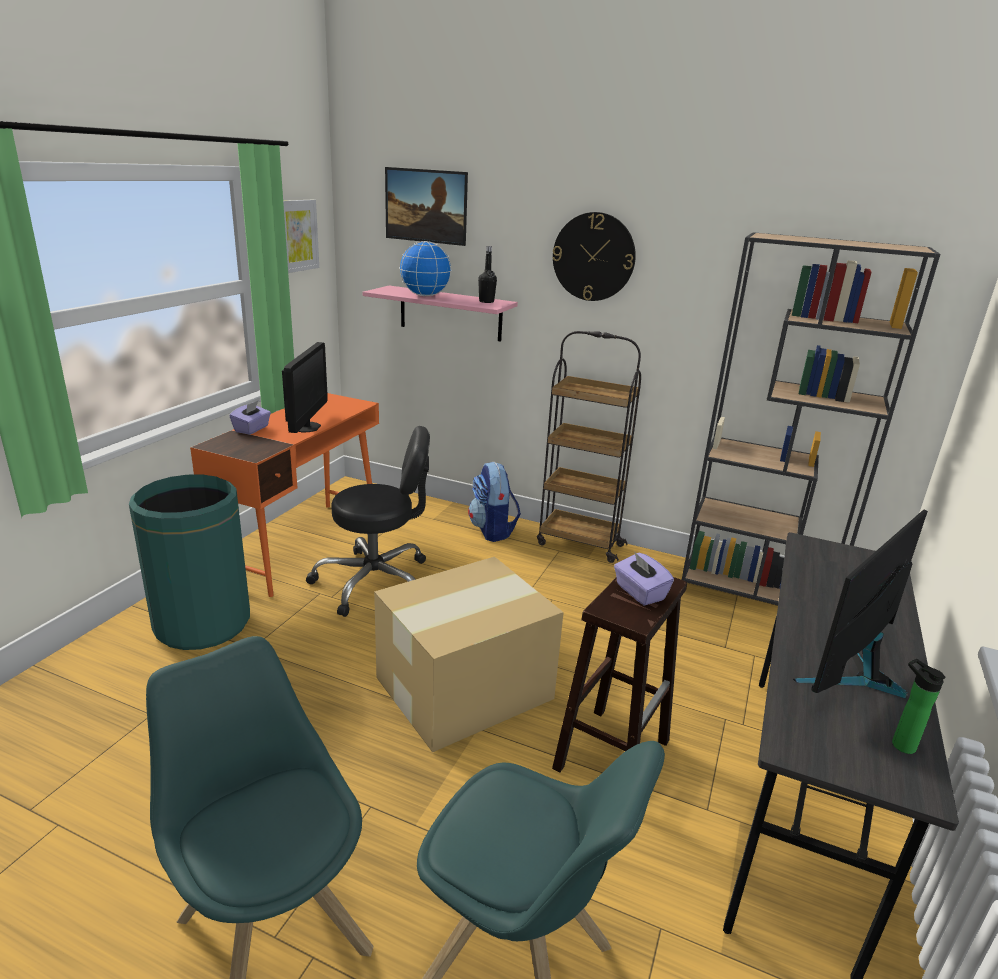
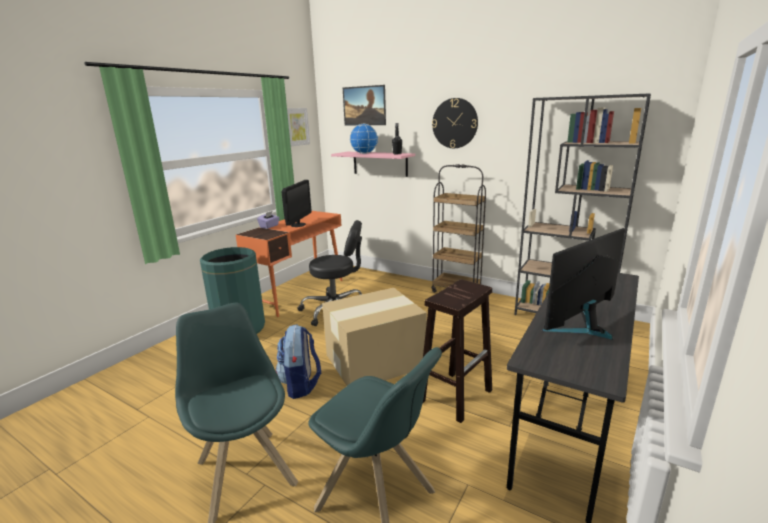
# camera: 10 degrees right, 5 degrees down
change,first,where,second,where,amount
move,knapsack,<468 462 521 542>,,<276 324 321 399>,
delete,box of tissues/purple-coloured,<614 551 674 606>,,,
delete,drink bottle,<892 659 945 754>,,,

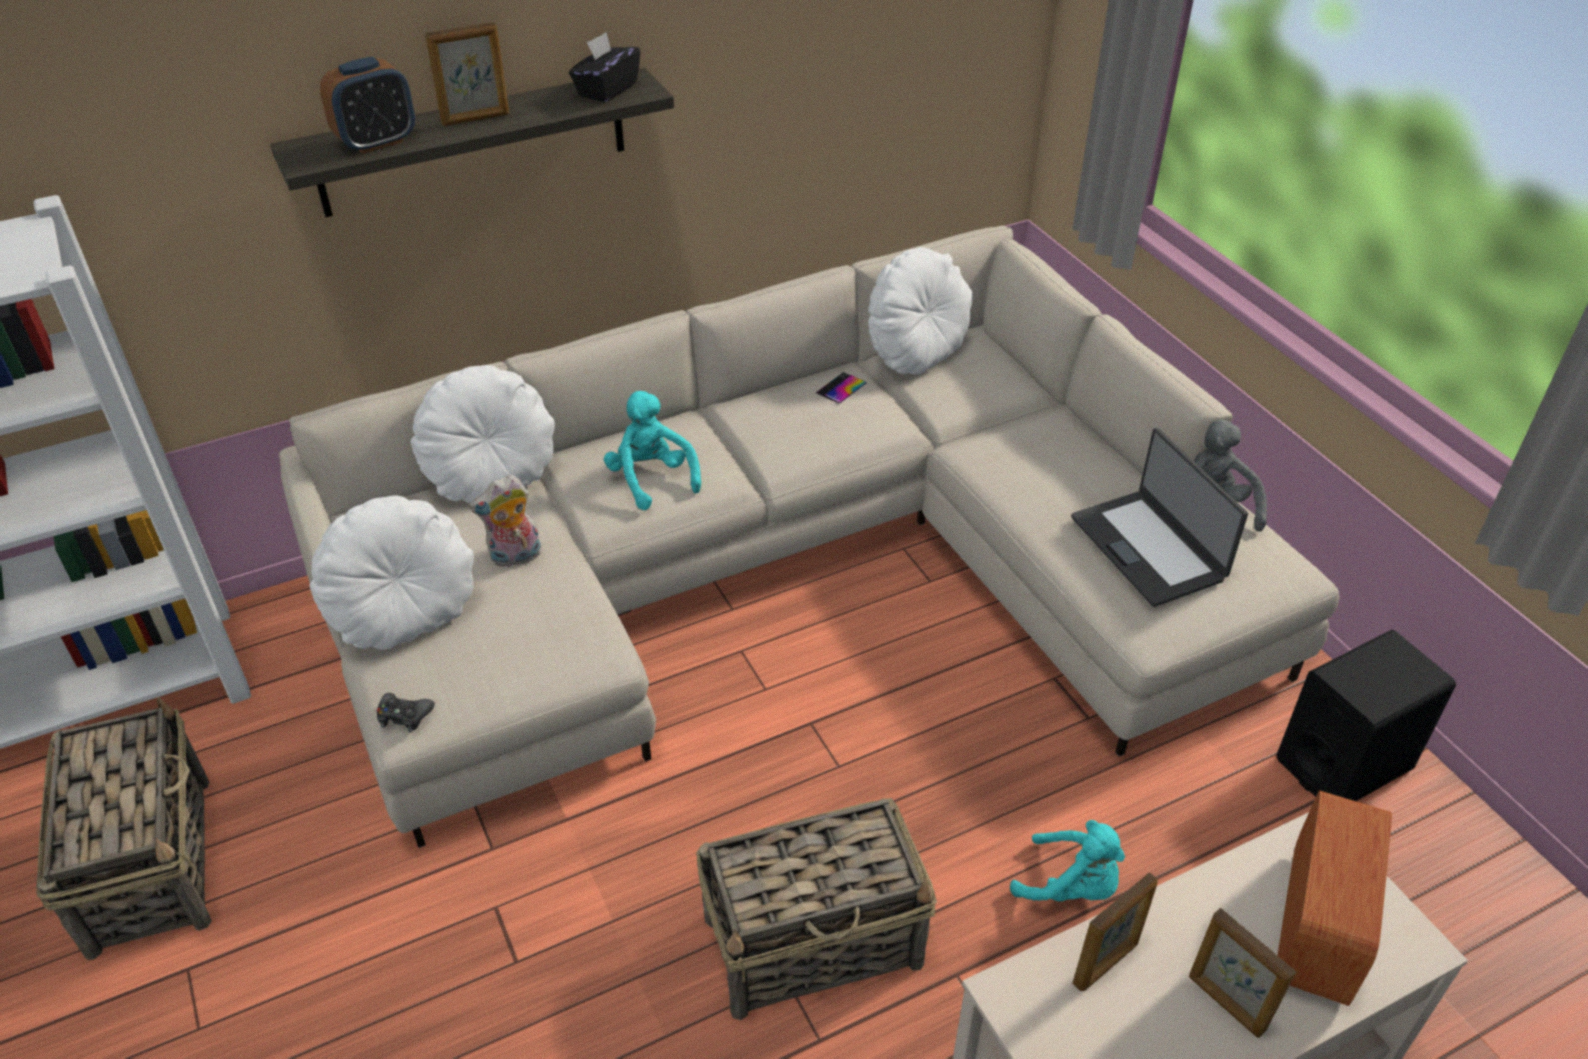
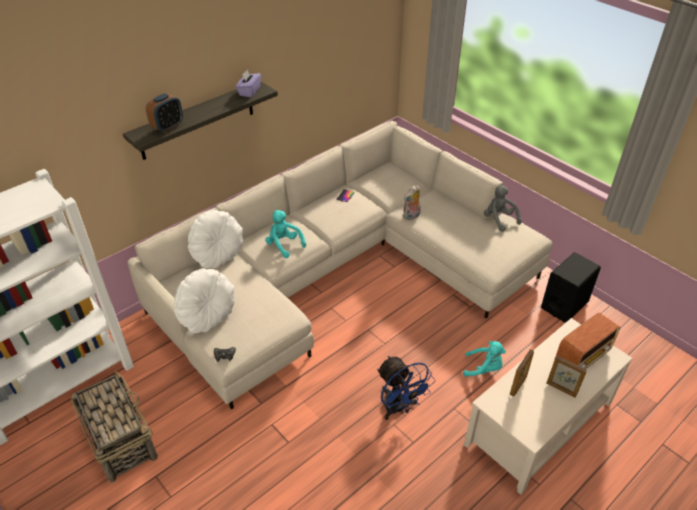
# camera: 15 degrees left, 0 degrees up
change,first,where,second,where,amount
delete,photo frame,<425 22 509 126>,,,
move,soft toy,<469 475 541 568>,,<403 185 421 220>,
recolor,box of tissues/black,<569 32 640 102>,box of tissues/purple-coloured,<236 69 261 97>,
replace,household basket,<696 798 937 1020>,electric fan/blue-coloured,<377 356 435 420>,
delete,pillow/white,<868 247 973 375>,,,
delete,portable computer,<1071 428 1248 607>,,,
rotate,radio,<1278 790 1392 1006>,,<554 312 620 369>,45 degrees clockwise

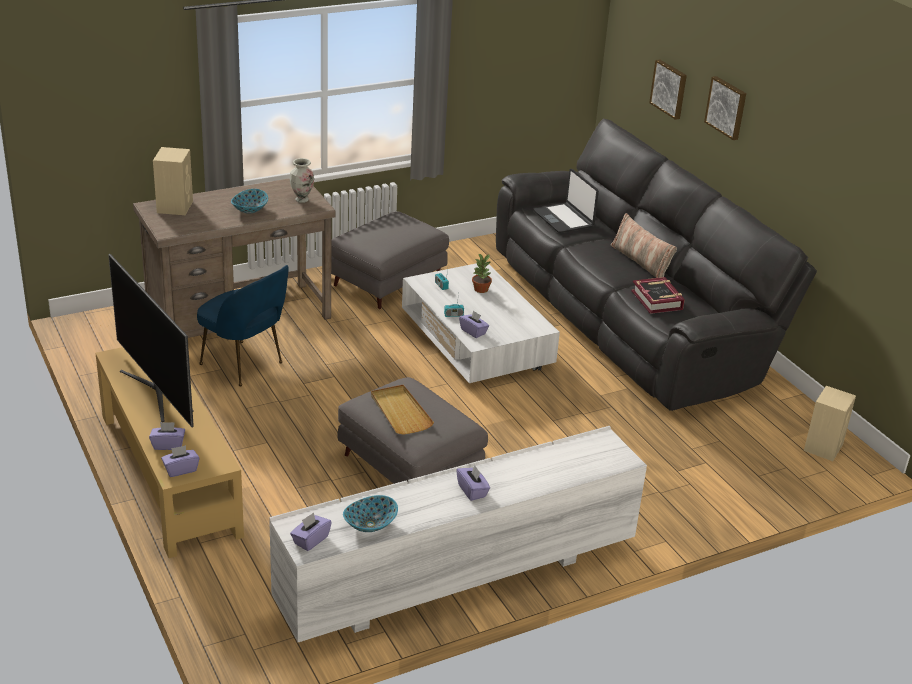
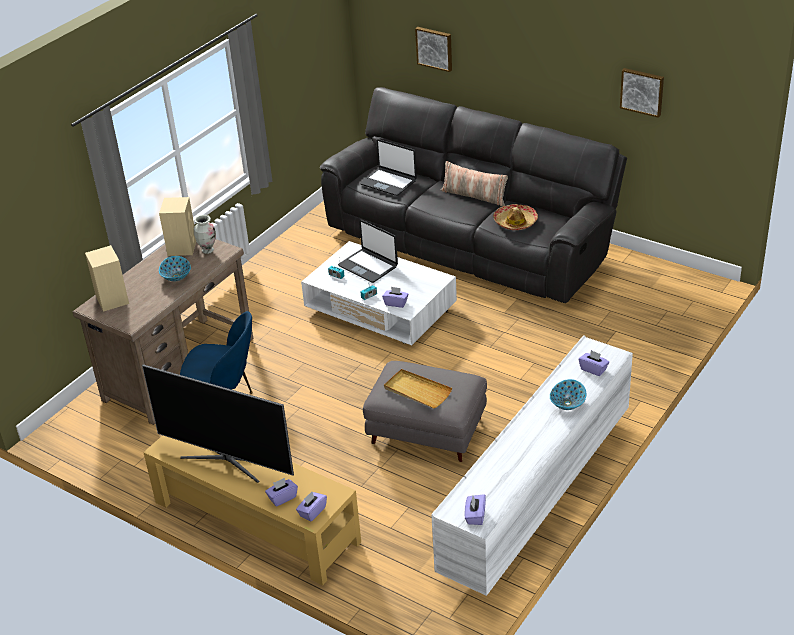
# camera: 25 degrees left, 5 degrees up
change,first,where,second,where,amount
delete,ottoman/grey,<331 211 449 309>,,,
move,deep dish,<343 495 398 532>,,<550 379 586 410>,
move,box of tissues/purple-coloured,<456 465 490 501>,,<579 350 609 376>,
replace,houseplant,<472 254 492 293>,portable computer,<338 220 398 283>,
replace,volume,<631 277 685 314>,hat,<493 204 538 230>,
move,picture,<704 76 746 140>,,<620 68 664 118>,
move,speaker/beige-coloured,<804 386 856 461>,,<159 197 196 256>,

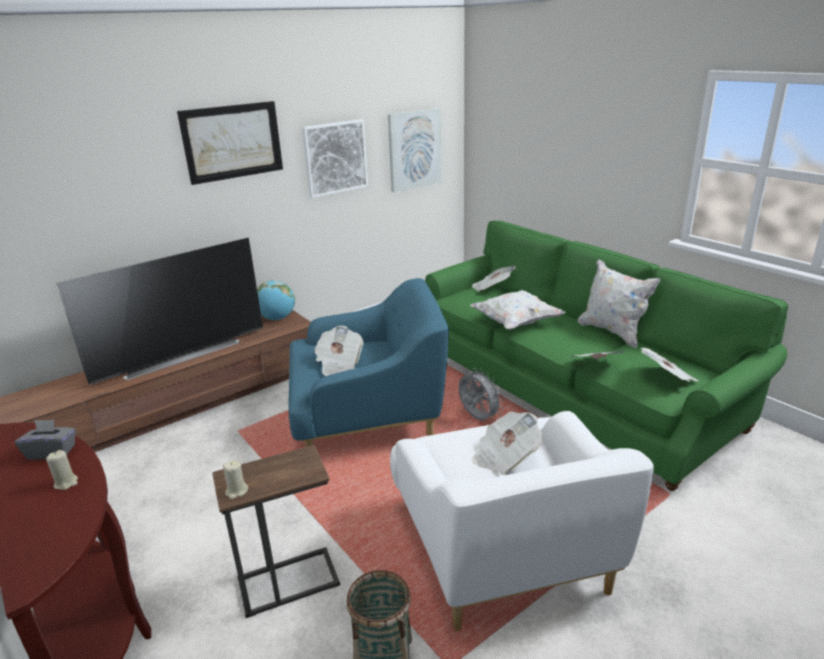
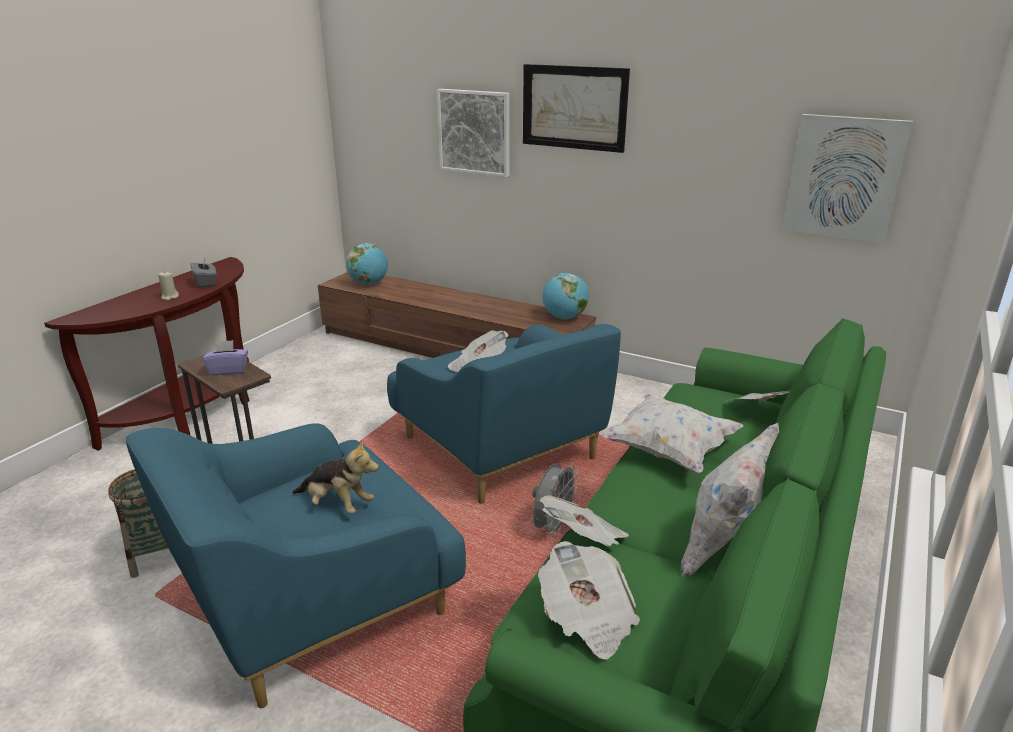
# camera: 65 degrees right, 0 degrees up
change,first,where,second,where,amount
delete,TV set,<57 238 263 385>,,,
delete,wax candle/beige-coloured,<223 460 248 499>,,,
move,picture,<302 119 368 198>,,<437 89 510 177>,
recolor,easy chair/white,<390 411 654 631>,easy chair/blue-coloured,<126 423 466 708>,
replace,daily paper,<472 412 543 475>,soft toy,<292 440 379 514>,
insert,,,box of tissues/purple-coloured,<202 340 248 376>,
insert,,,world globe,<346 243 388 285>,

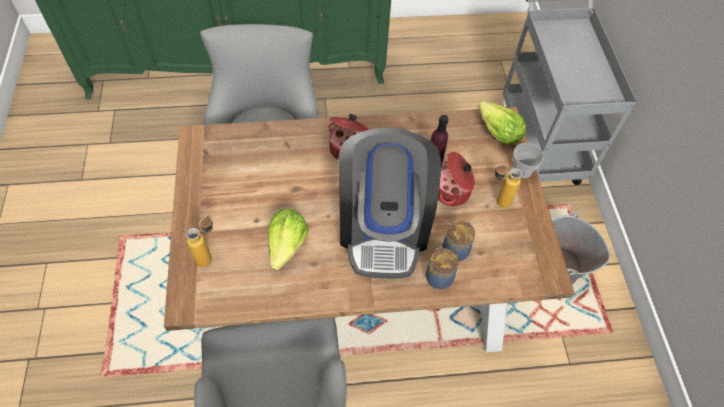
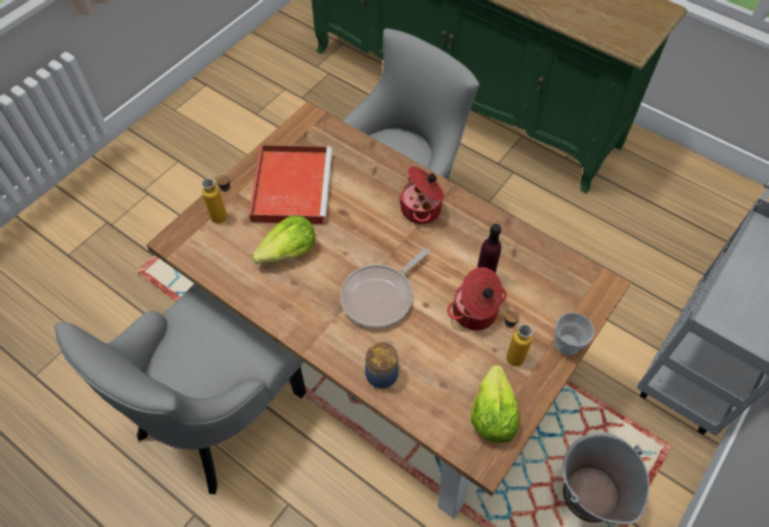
# camera: 45 degrees right, 0 degrees up
change,first,where,second,where,amount
replace,coffee machine,<338 127 441 279>,skillet,<340 248 430 328>,
delete,storage jar,<442 221 475 261>,,,
move,lettuce,<478 101 526 145>,,<471 365 520 443>,
insert,,,tray/red-coloured,<249 145 332 224>,

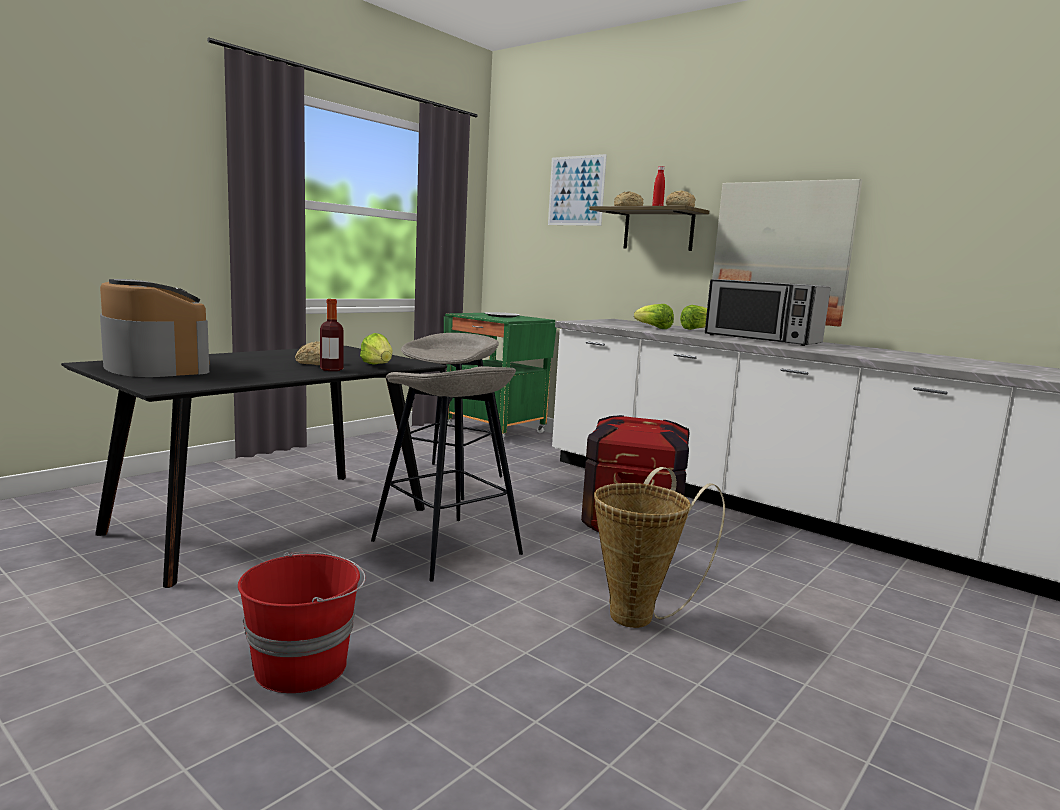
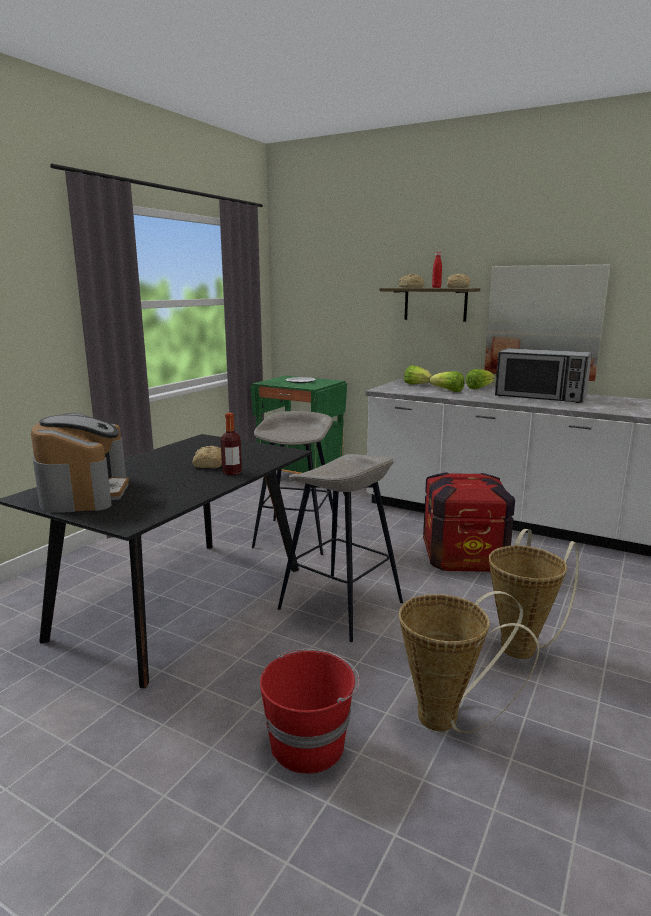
# camera: 10 degrees left, 5 degrees up
change,first,where,second,where,amount
rotate,coffee machine,<100 279 209 377>,,<31 412 129 513>,45 degrees clockwise
move,lettuce,<360 333 393 365>,,<404 365 432 384>,
delete,picture,<548 154 607 226>,,,
insert,,,household basket,<399 591 540 733>,

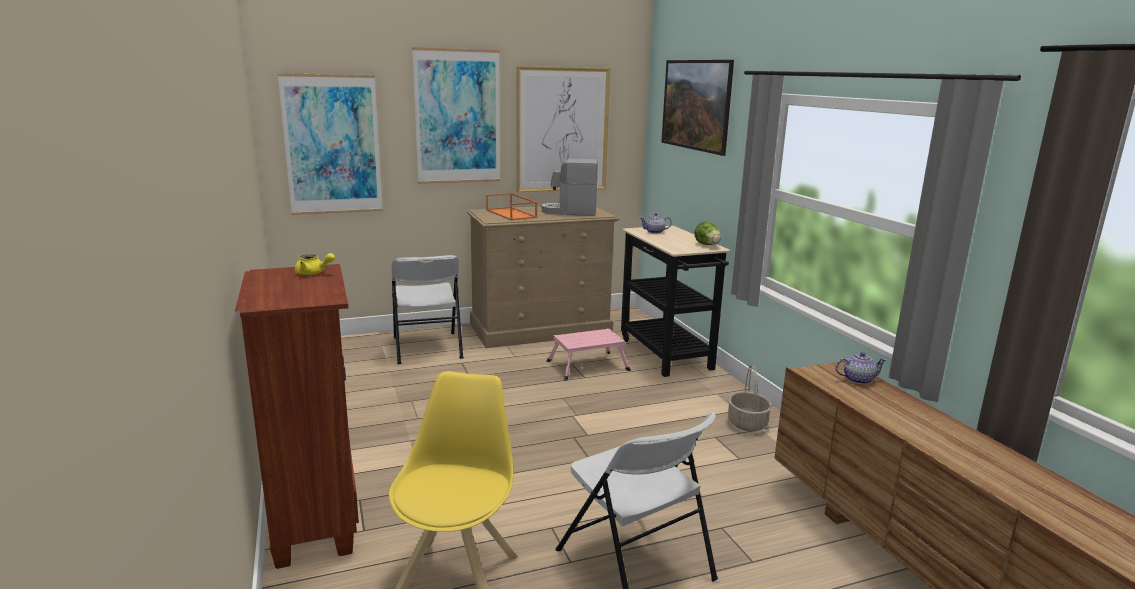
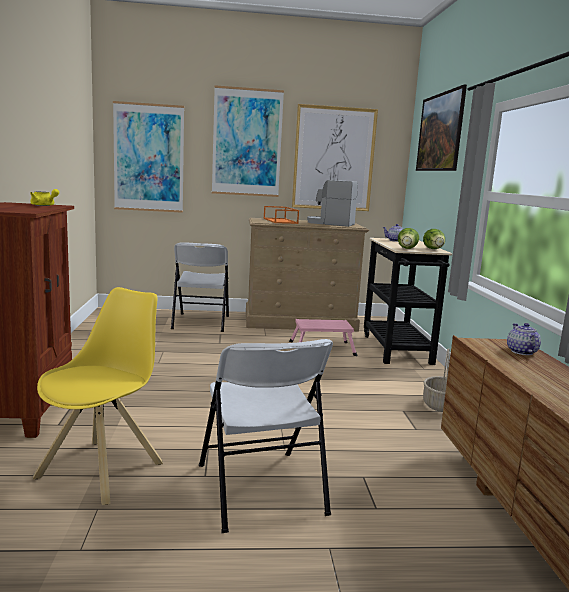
# camera: 15 degrees right, 5 degrees down
change,first,where,second,where,amount
rotate,pot for tea,<835 352 887 384>,,<507 323 541 355>,105 degrees counterclockwise
insert,,,lettuce,<398 228 419 249>,

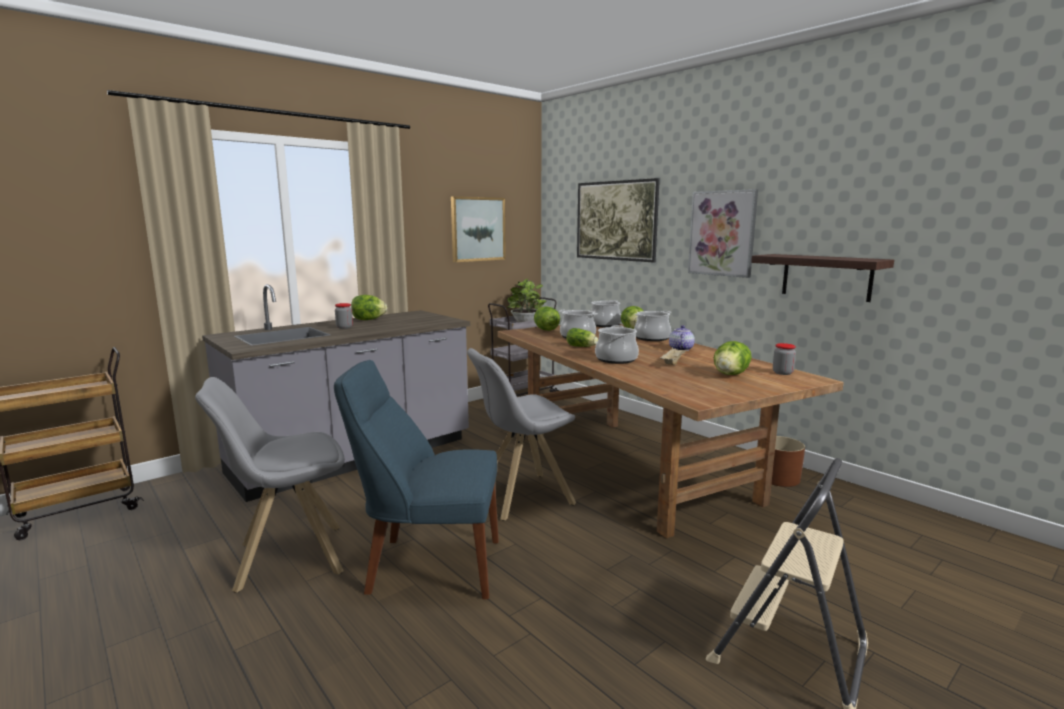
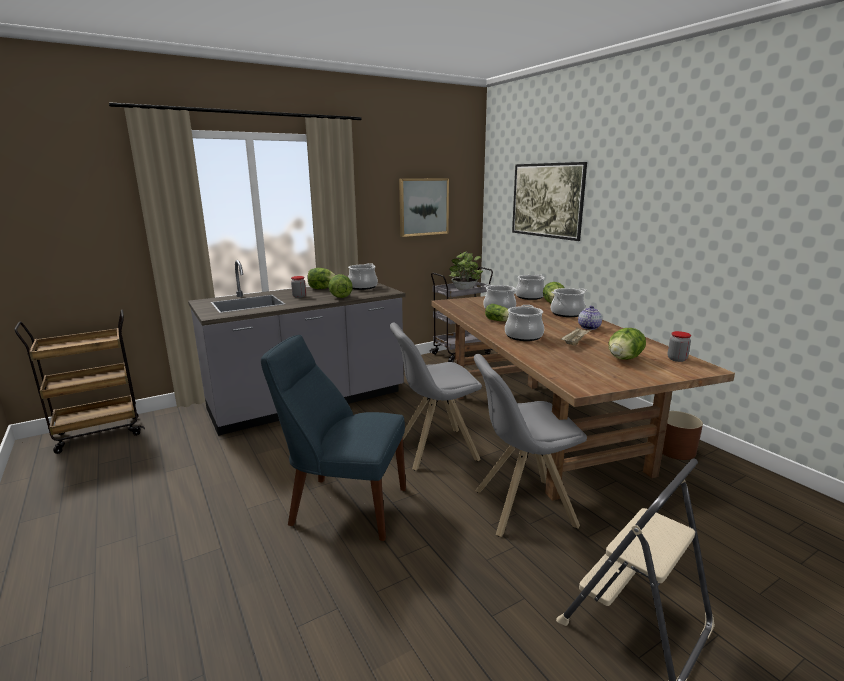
# camera: 10 degrees right, 5 degrees up
change,first,where,second,where,amount
move,upright chair/grey,<195 377 345 593>,,<474 354 587 537>,
move,lettuce,<534 306 560 331>,,<328 274 353 298>,
delete,picture,<688 189 758 278>,,,
delete,bracket shelf,<751 254 894 302>,,,
insert,,,stockpot,<348 263 378 290>,

